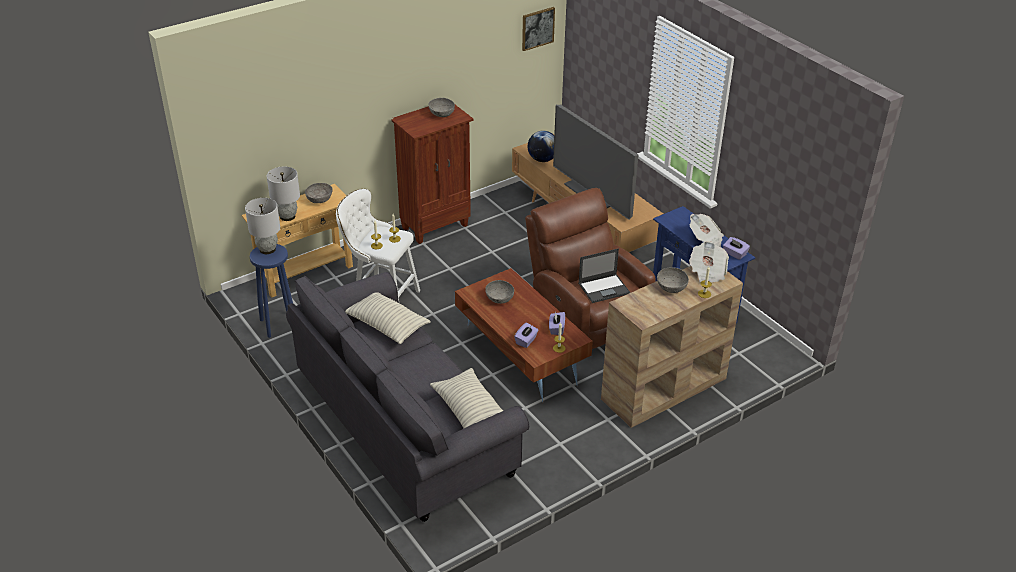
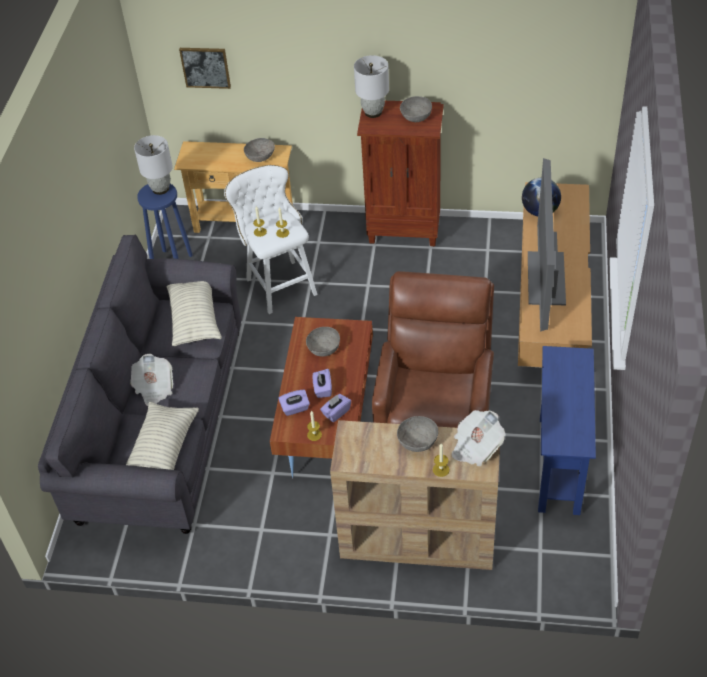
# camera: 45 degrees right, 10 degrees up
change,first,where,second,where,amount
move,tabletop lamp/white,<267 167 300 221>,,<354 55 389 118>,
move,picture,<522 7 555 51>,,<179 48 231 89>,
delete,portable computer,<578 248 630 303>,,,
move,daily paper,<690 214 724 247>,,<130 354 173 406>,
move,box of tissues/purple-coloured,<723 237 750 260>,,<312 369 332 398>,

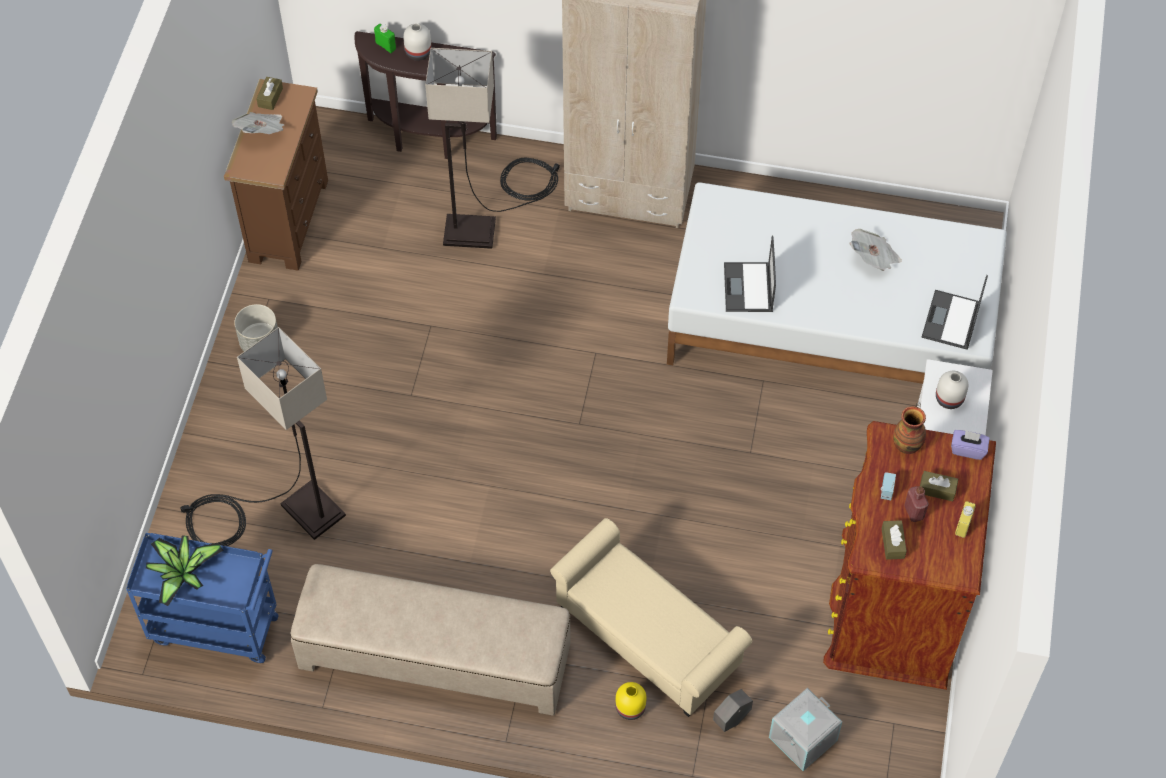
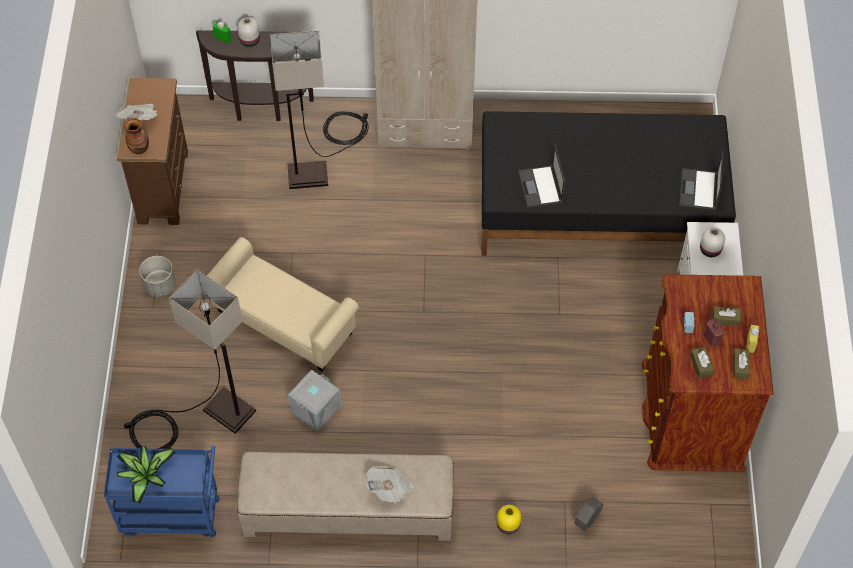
# camera: 10 degrees left, 0 degrees up
change,first,where,second,where,amount
move,box of tissues/brownish,<256 77 283 110>,,<733 349 750 379>,
move,ottoman/beige-coloured,<550 518 752 717>,,<207 237 359 372>,
recolor,bedroom bed/white,<667 182 1007 384>,bedroom bed/black,<481 111 736 256>,
move,storage bin/grey,<769 688 842 771>,,<288 369 341 431>,
move,daily paper,<849 229 902 271>,,<366 466 414 503>,
move,flower vase,<893 406 926 454>,,<124 118 149 154>,
delete,box of tissues/purple-coloured,<951 430 990 460>,,,

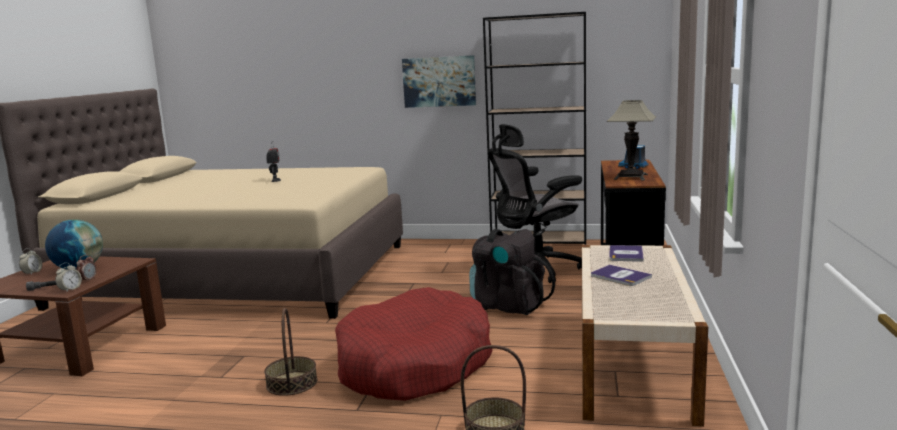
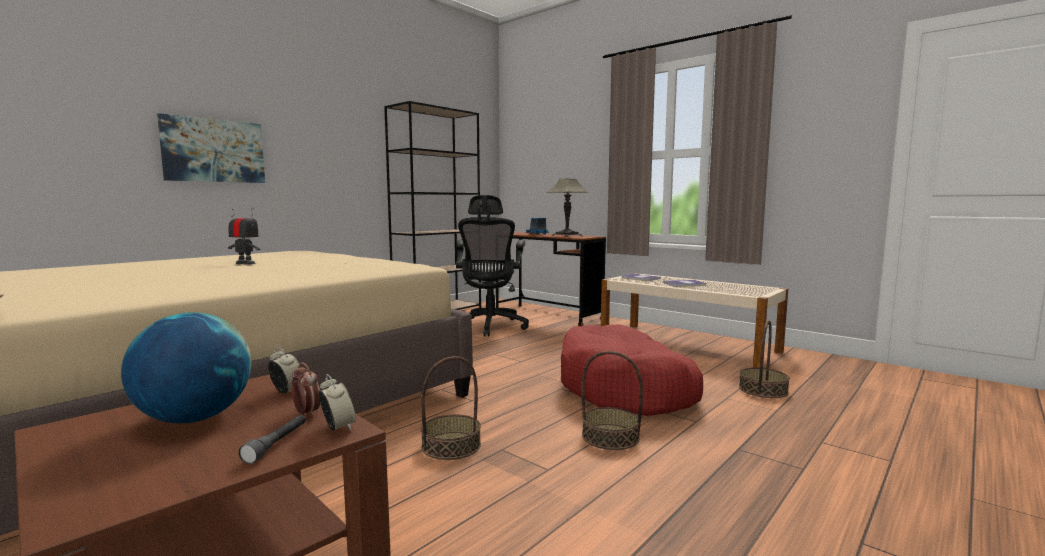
# camera: 60 degrees left, 5 degrees down
change,first,where,second,where,amount
move,table clock,<19 248 42 275>,,<268 347 302 394>,
move,picture,<402 55 476 108>,,<157 113 265 183>,
delete,knapsack/black,<469 229 555 315>,,,
insert,,,household basket,<421 356 481 460>,

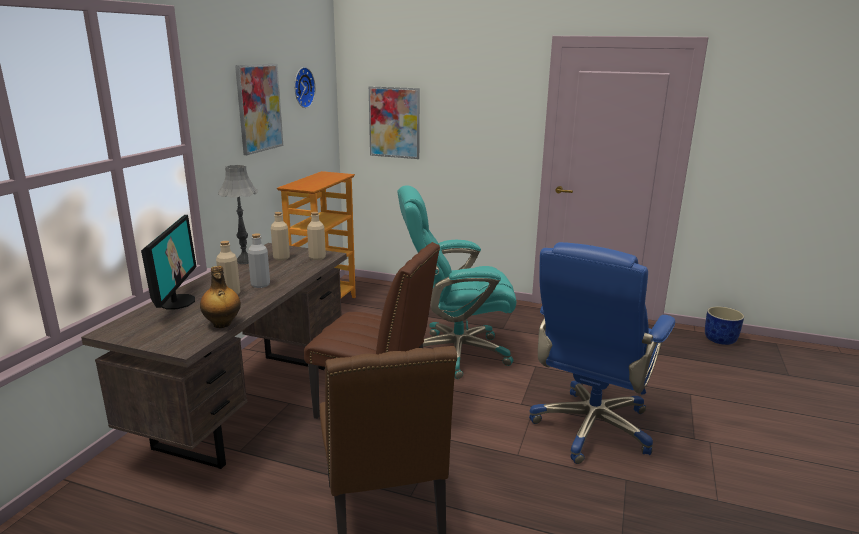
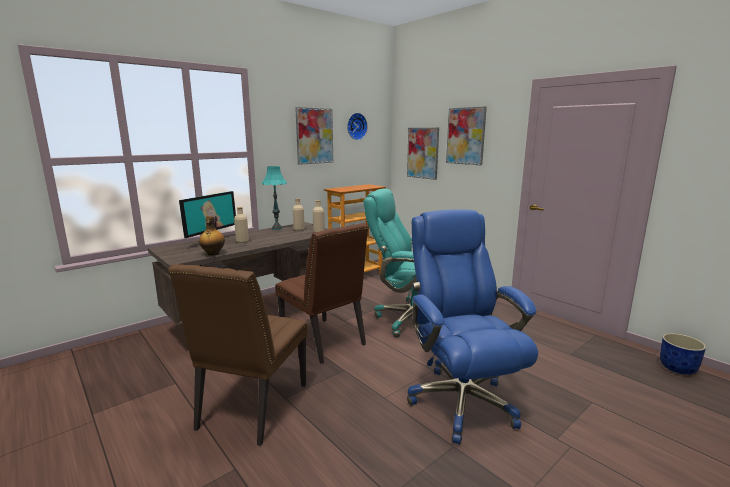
# camera: 30 degrees right, 5 degrees down
change,first,where,second,where,amount
recolor,tabletop lamp/grey,<218 165 258 264>,tabletop lamp/blue-green,<262 166 287 230>,
delete,drink bottle/grey,<248 233 270 288>,,,
rotate,office chair/blue-coloured,<529 242 675 464>,,<407 209 538 445>,105 degrees clockwise
insert,,,picture,<446 106 487 165>,

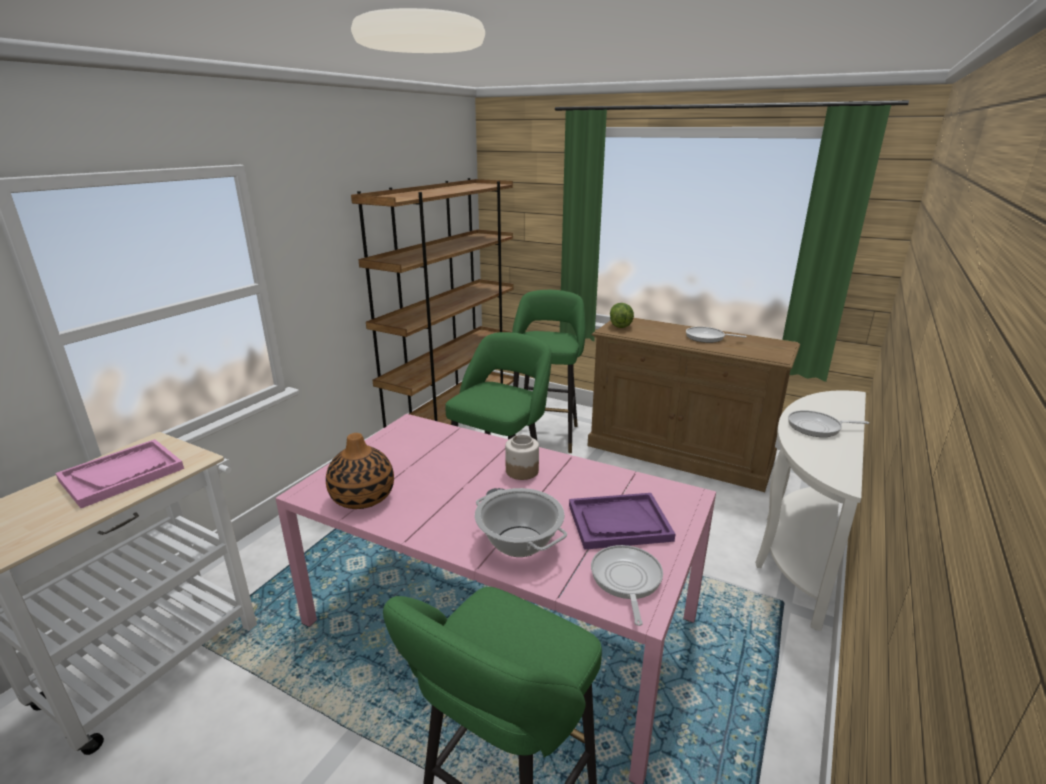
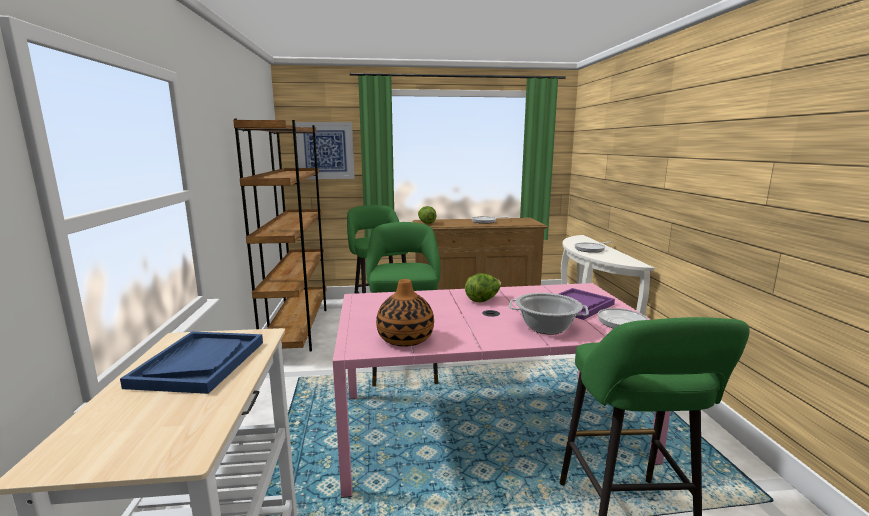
# camera: 35 degrees left, 10 degrees down
change,first,where,second,where,amount
recolor,tray/pink,<55 439 184 508>,tray/blue-coloured,<120 332 263 394>,
replace,storage jar,<505 435 539 480>,lettuce,<465 273 501 302>,
insert,,,picture,<295 122 355 179>,

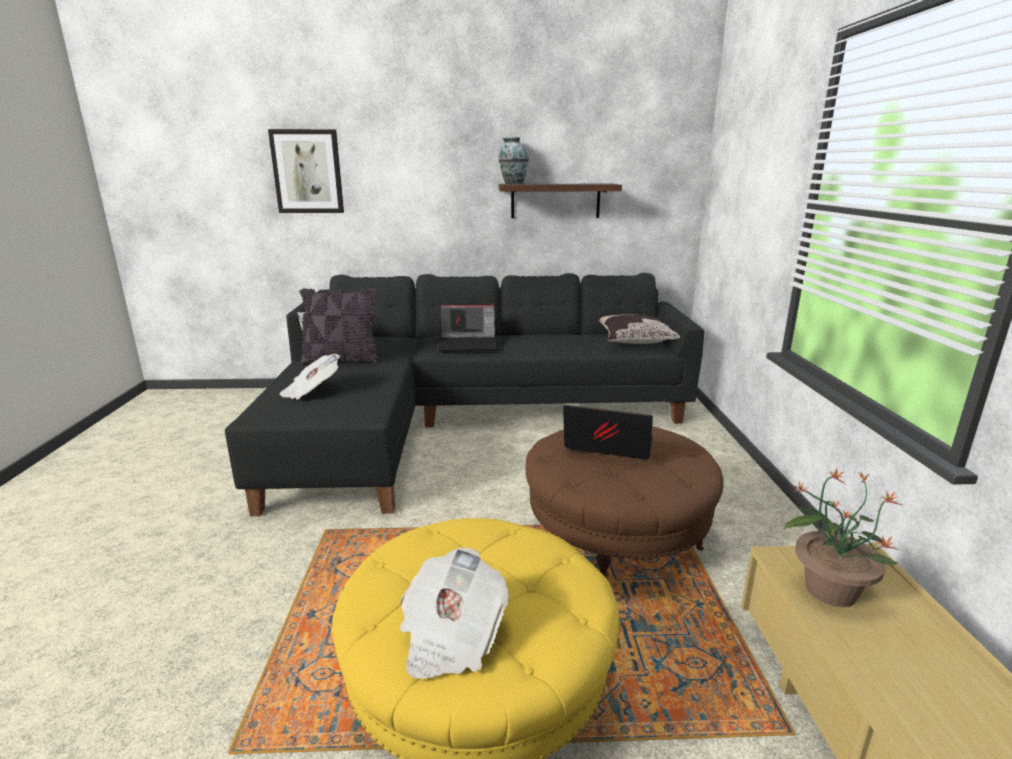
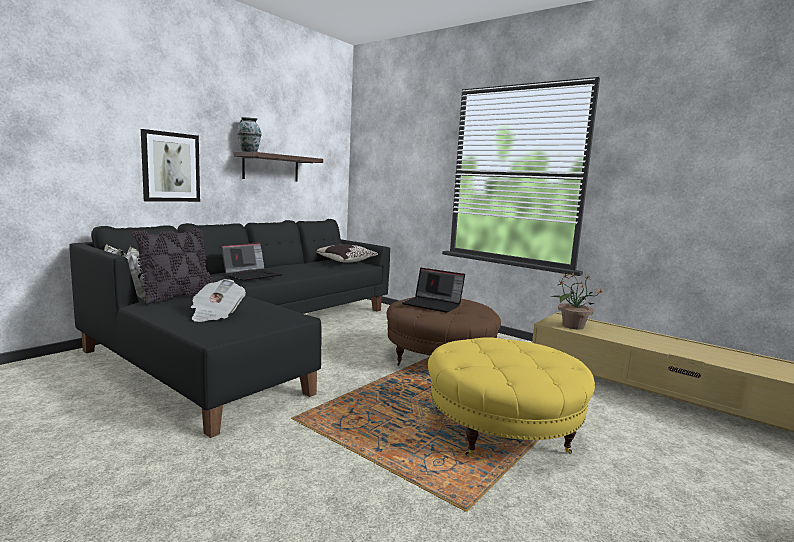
# camera: 50 degrees left, 10 degrees down
change,first,where,second,where,amount
move,picture,<268 129 344 213>,,<141 129 200 202>,
delete,daily paper,<400 547 509 679>,,,
rotate,portable computer,<563 405 653 460>,,<402 268 465 313>,120 degrees counterclockwise

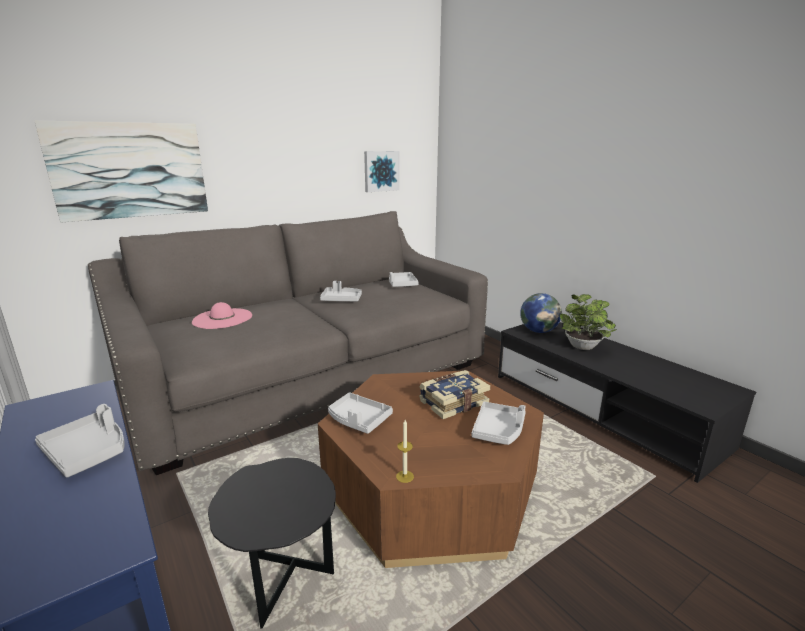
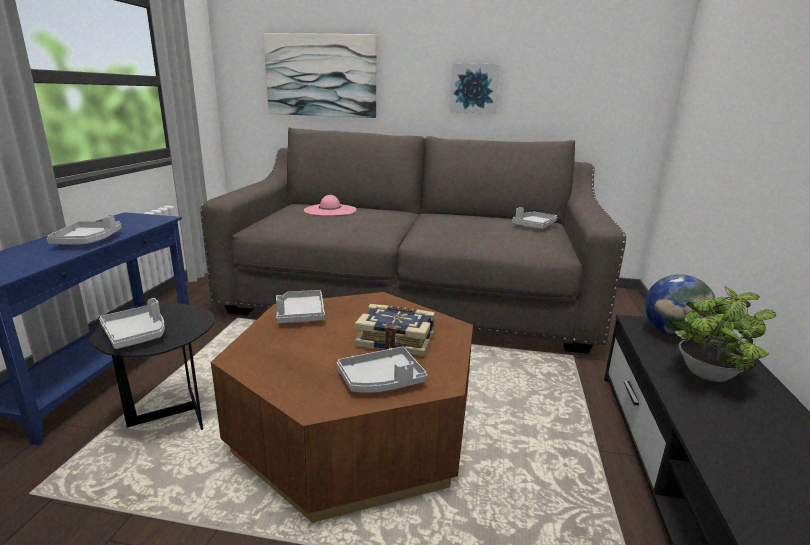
# camera: 45 degrees right, 0 degrees up
change,first,where,second,where,amount
move,tray/grey,<320 281 362 301>,,<99 298 165 349>,
move,picture,<364 151 400 192>,,<450 63 500 114>,
delete,wax candle,<396 420 414 483>,,,

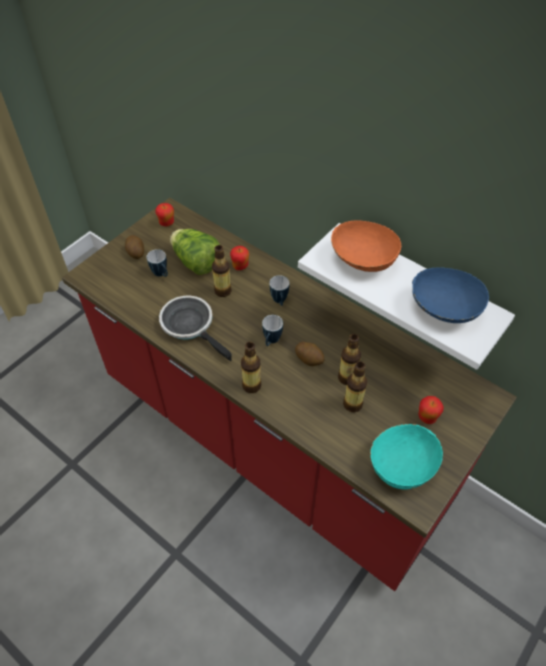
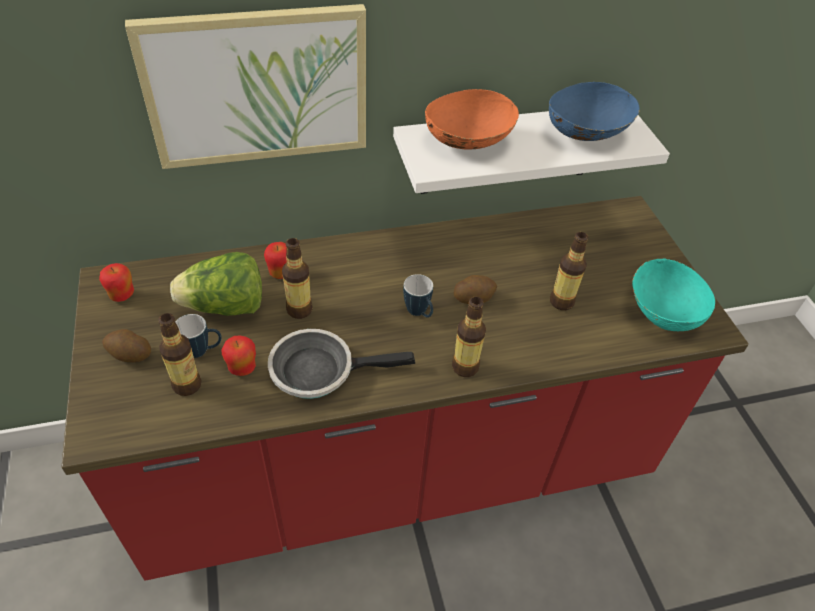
# camera: 55 degrees left, 5 degrees down
change,first,where,second,where,amount
delete,mug,<269 275 289 306>,,,
move,drink bottle,<338 334 361 385>,,<158 313 202 396>,
move,whole apple,<418 396 444 424>,,<221 335 256 376>,
insert,,,picture,<125 4 366 169>,

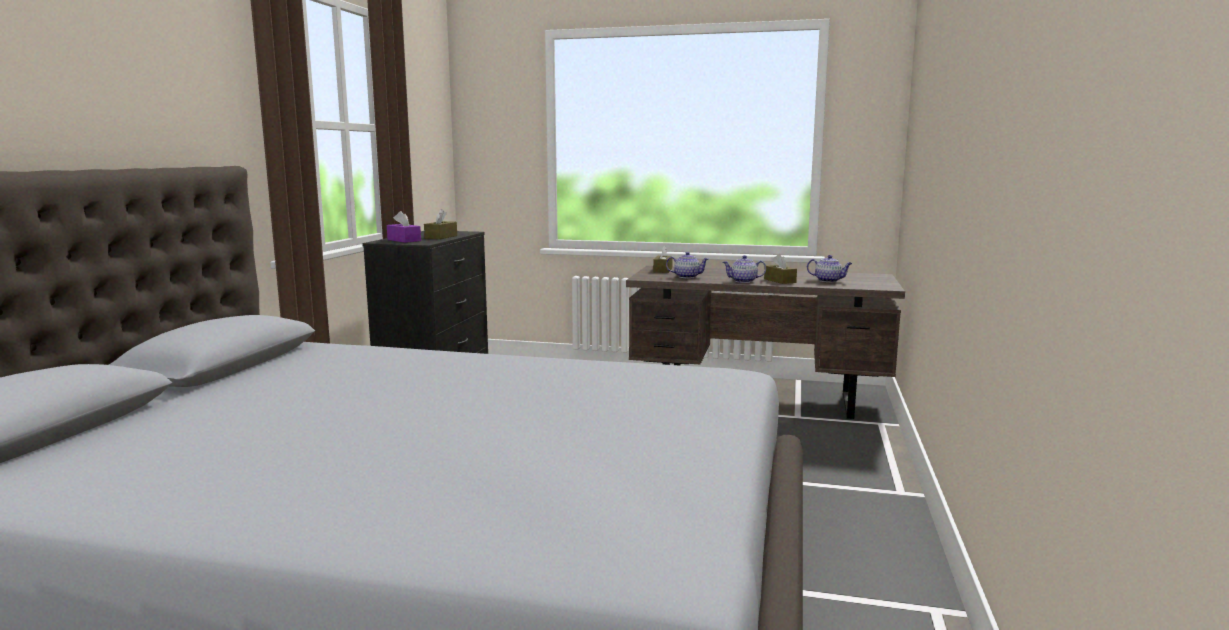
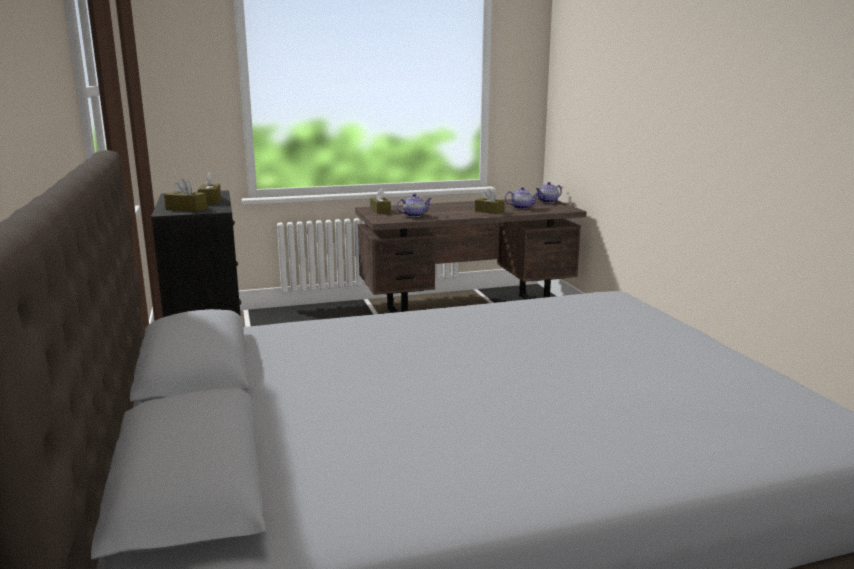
# camera: 30 degrees left, 5 degrees up
change,first,where,second,where,amount
recolor,box of tissues/purple-coloured,<387 211 421 243>,box of tissues/brownish,<164 179 207 212>,
move,pot for tea,<723 255 766 283>,,<535 182 562 203>,

